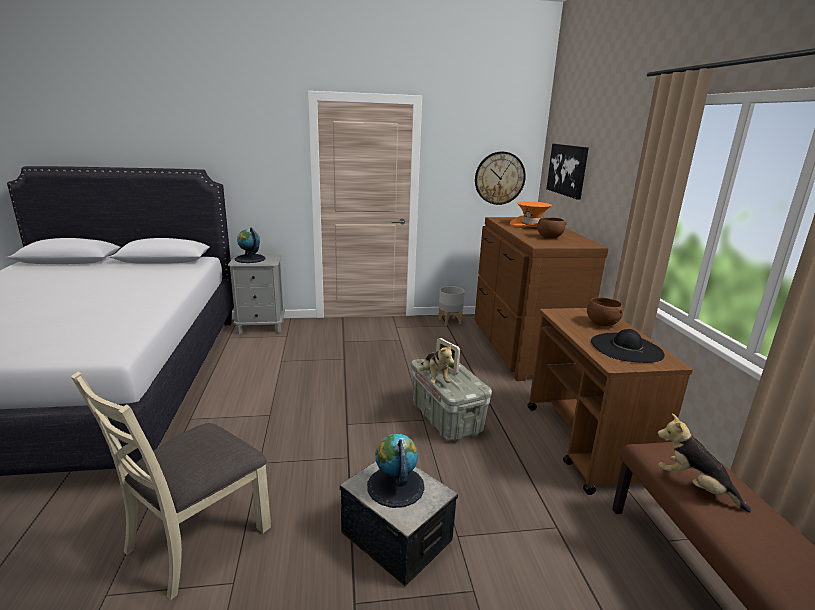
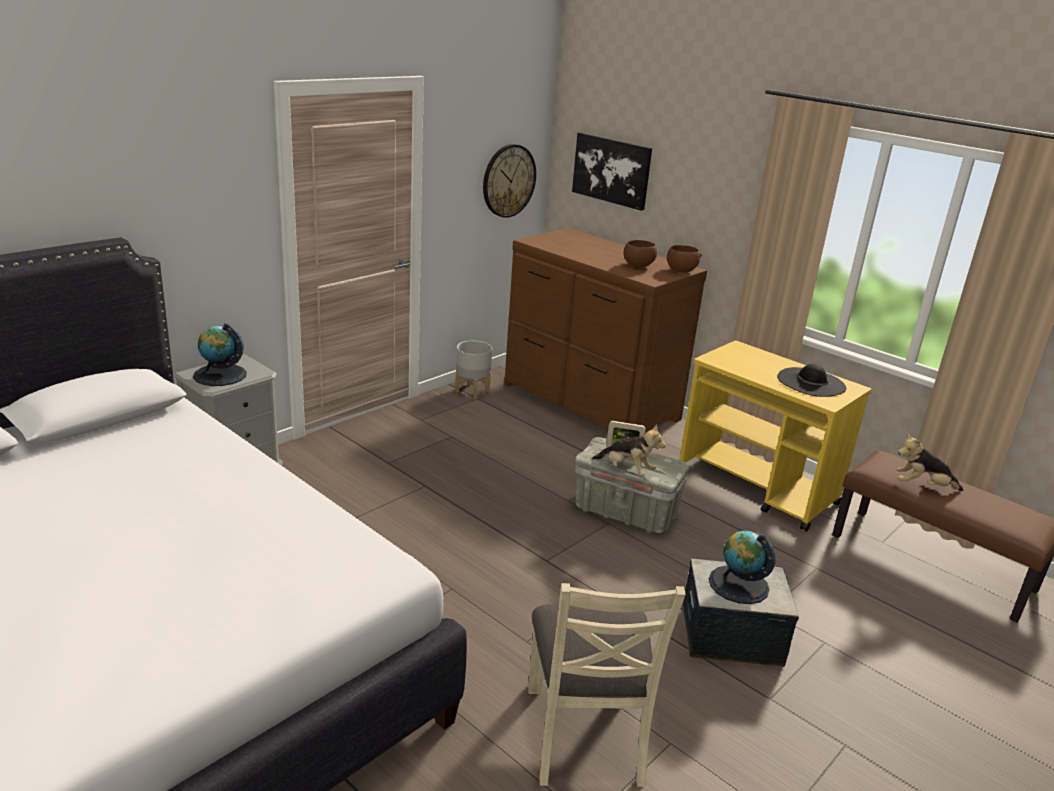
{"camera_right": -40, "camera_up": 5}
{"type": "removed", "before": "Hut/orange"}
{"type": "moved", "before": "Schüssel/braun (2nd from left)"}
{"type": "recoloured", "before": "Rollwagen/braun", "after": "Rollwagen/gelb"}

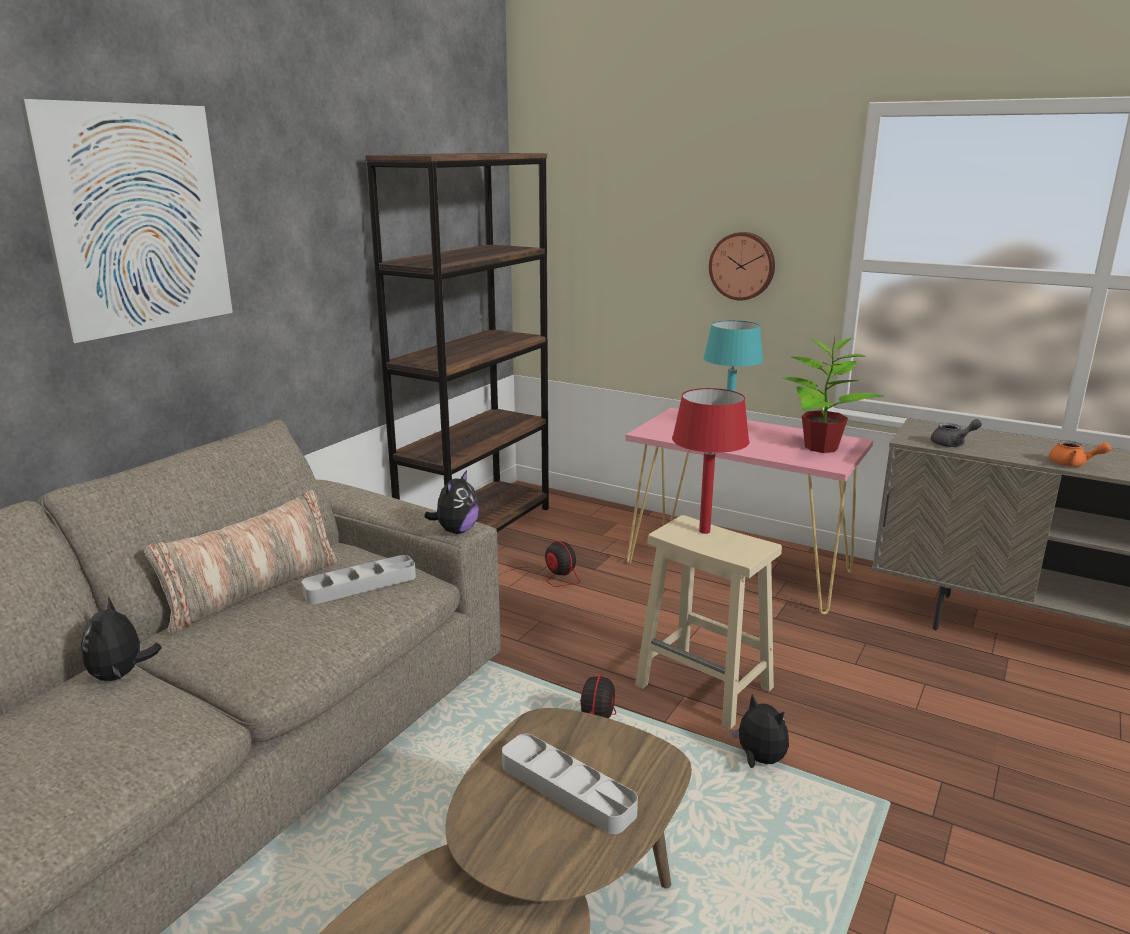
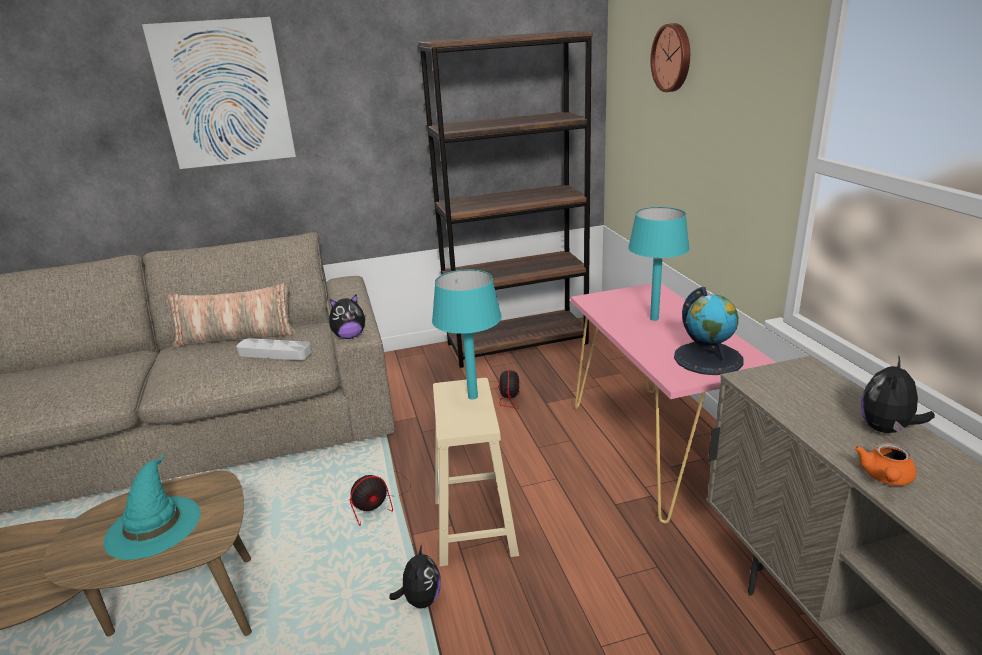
{"camera_right": 45, "camera_up": 5}
{"type": "moved", "before": "Wanduhr"}
{"type": "replaced", "before": "Topfpflanze", "after": "Globus"}
{"type": "recoloured", "before": "Tischlampe/rot", "after": "Tischlampe/türkis (1st from left)"}
{"type": "removed", "before": "Teekanne/grau"}
{"type": "turned", "before": "Teekanne/orange", "turn": 45}
{"type": "moved", "before": "Plüschtier (1st from left in the first image)", "after": "Plüschtier (3rd from left)"}
{"type": "replaced", "before": "Tablett/grau (2nd from left)", "after": "Hut/türkis"}

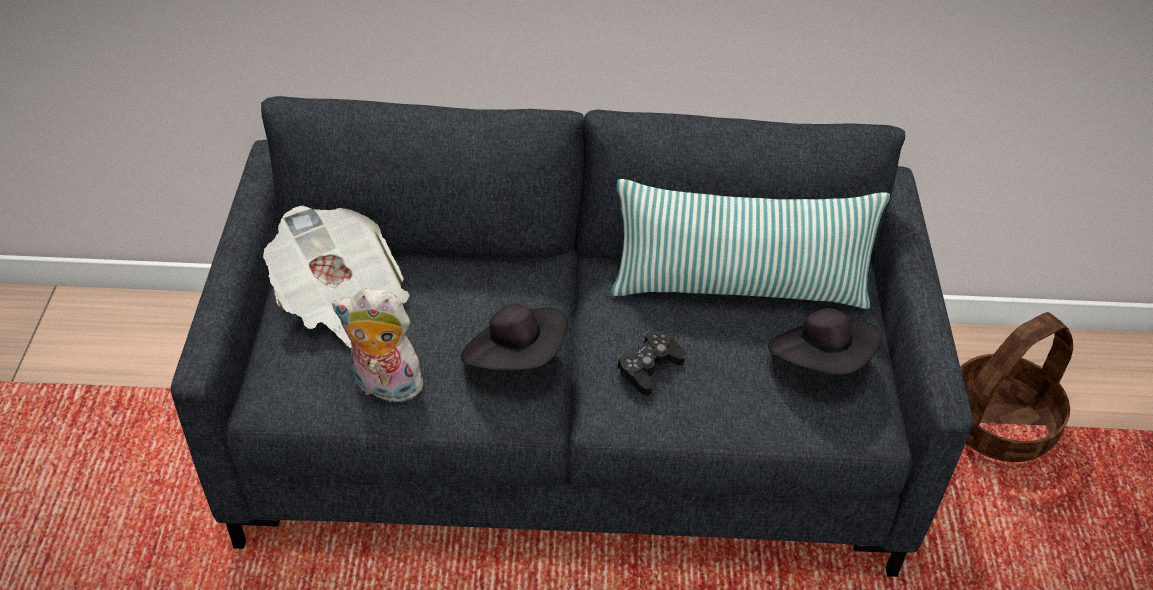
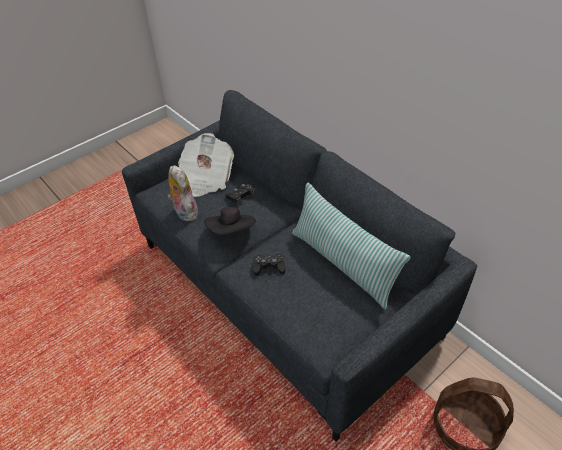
{"camera_right": 50, "camera_up": 0}
{"type": "removed", "before": "Hut/schwarz (2nd from left)"}
{"type": "added", "after": "Gamepad/schwarz (1st from left)"}

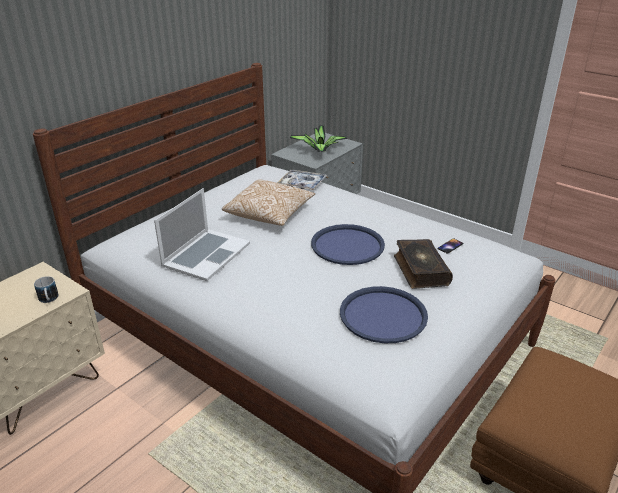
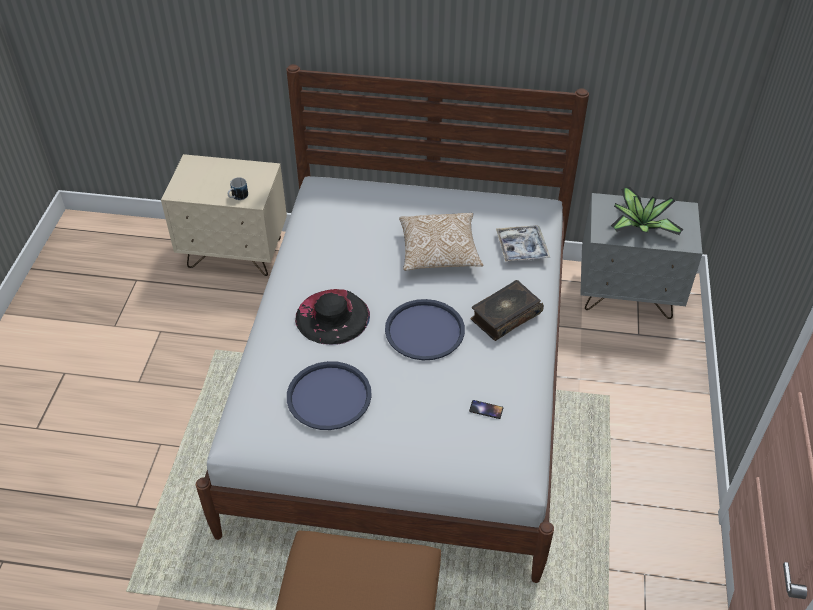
{"camera_right": 60, "camera_up": 15}
{"type": "removed", "before": "Laptop"}
{"type": "moved", "before": "Buch"}
{"type": "added", "after": "Hut/schwarz"}

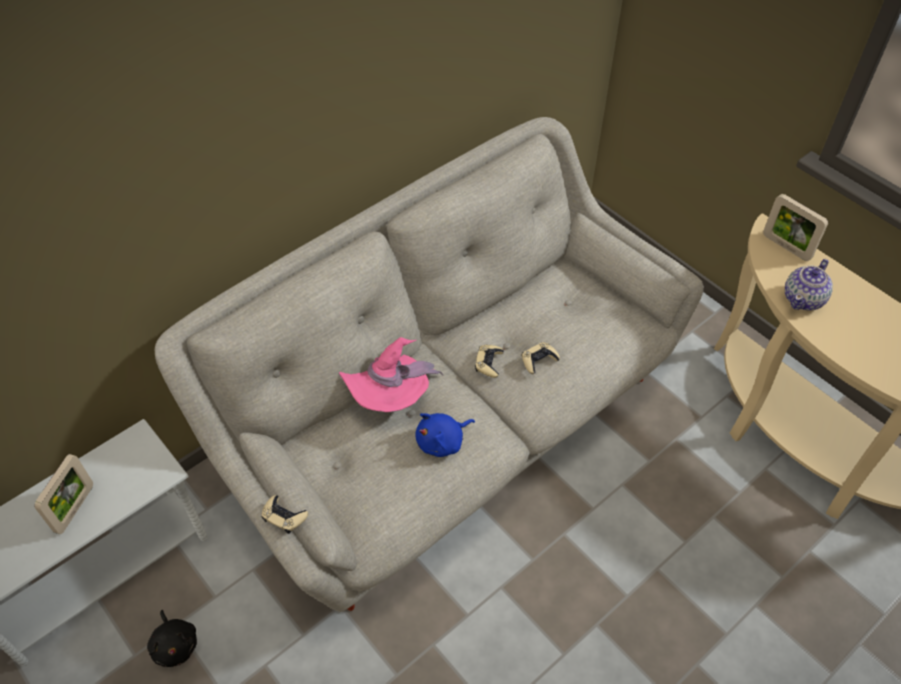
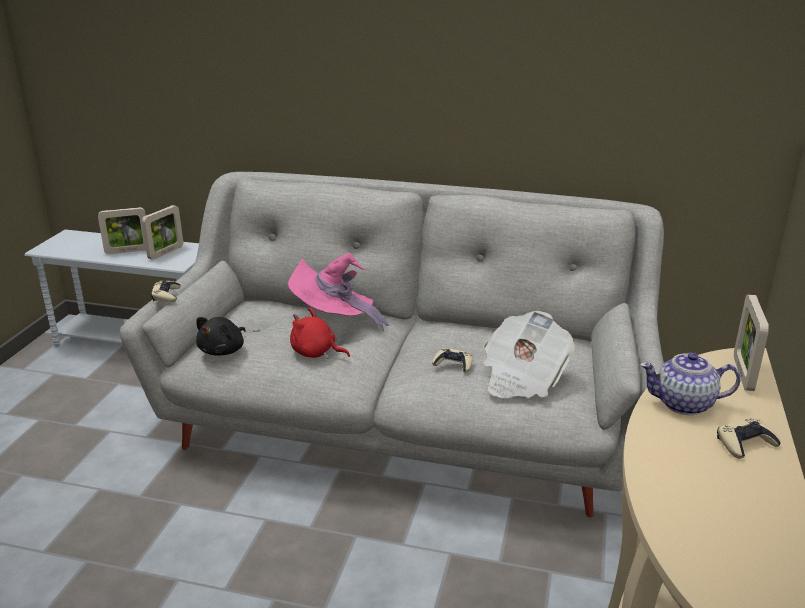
{"camera_right": 55, "camera_up": -25}
{"type": "moved", "before": "Gamepad/beige (2nd from left in the first image)", "after": "Gamepad/beige (3rd from left)"}
{"type": "recoloured", "before": "Plüschtier/blau", "after": "Plüschtier/rot"}
{"type": "moved", "before": "Plüschtier/schwarz"}
{"type": "added", "after": "Bilderrahmen (2nd from left)"}
{"type": "added", "after": "Zeitung"}

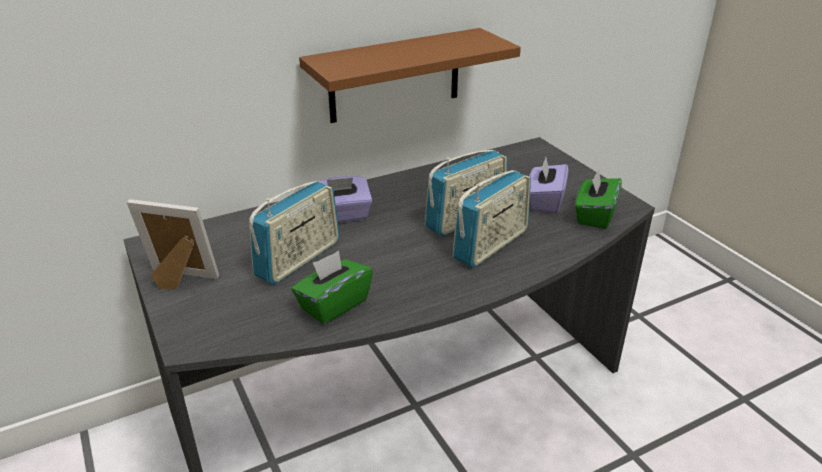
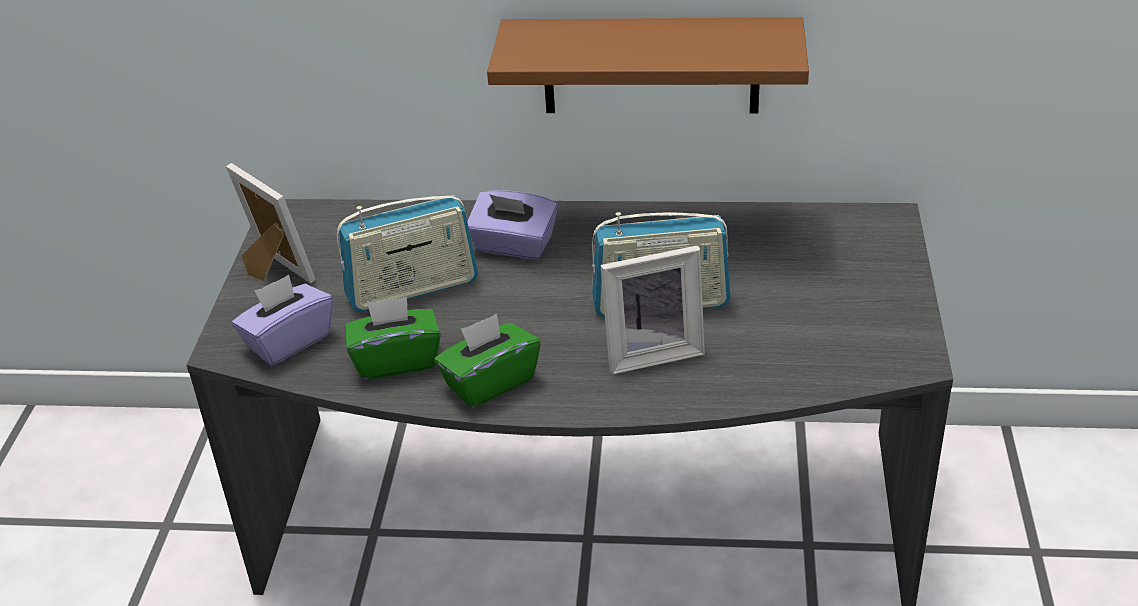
{"camera_right": 35, "camera_up": 5}
{"type": "moved", "before": "Taschentuchbox/lila (2nd from left in the first image)", "after": "Taschentuchbox/lila (1st from left)"}
{"type": "moved", "before": "Taschentuchbox/grün (2nd from left)"}
{"type": "replaced", "before": "Radio (3rd from left)", "after": "Bilderrahmen (2nd from left)"}

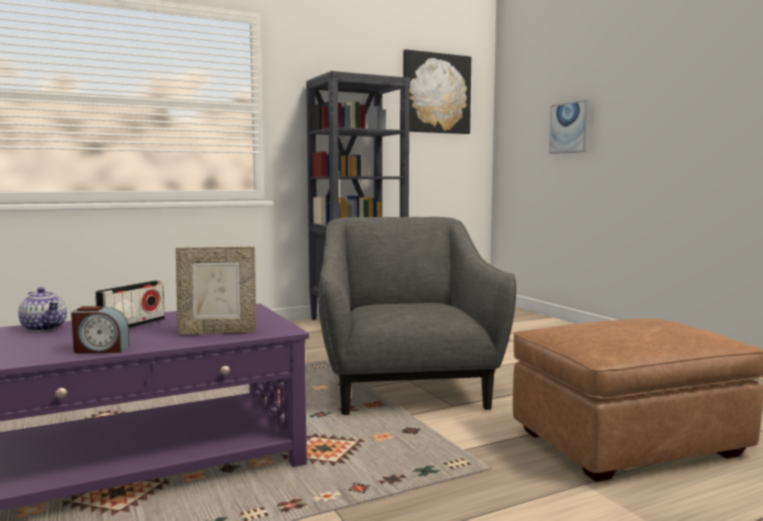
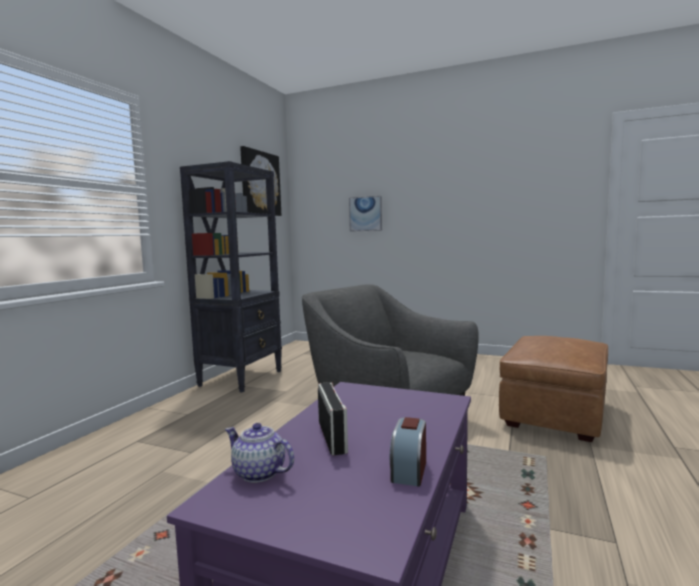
{"camera_right": -40, "camera_up": 0}
{"type": "removed", "before": "Bilderrahmen"}
{"type": "turned", "before": "Teekanne", "turn": -150}
{"type": "turned", "before": "Wecker", "turn": 150}

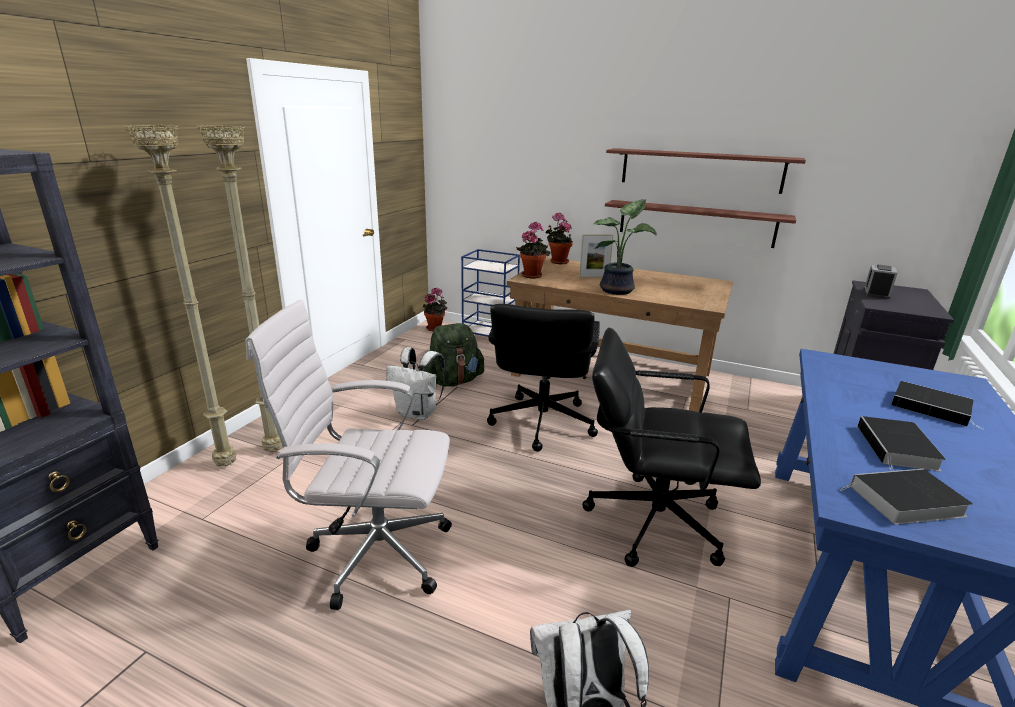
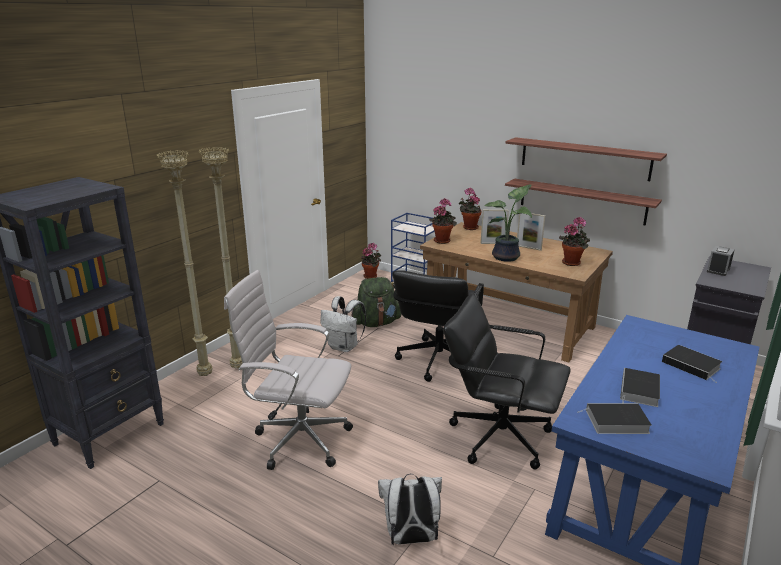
{"camera_right": 10, "camera_up": 0}
{"type": "added", "after": "Bilderrahmen (2nd from left)"}
{"type": "added", "after": "Topfpflanze (5th from left)"}

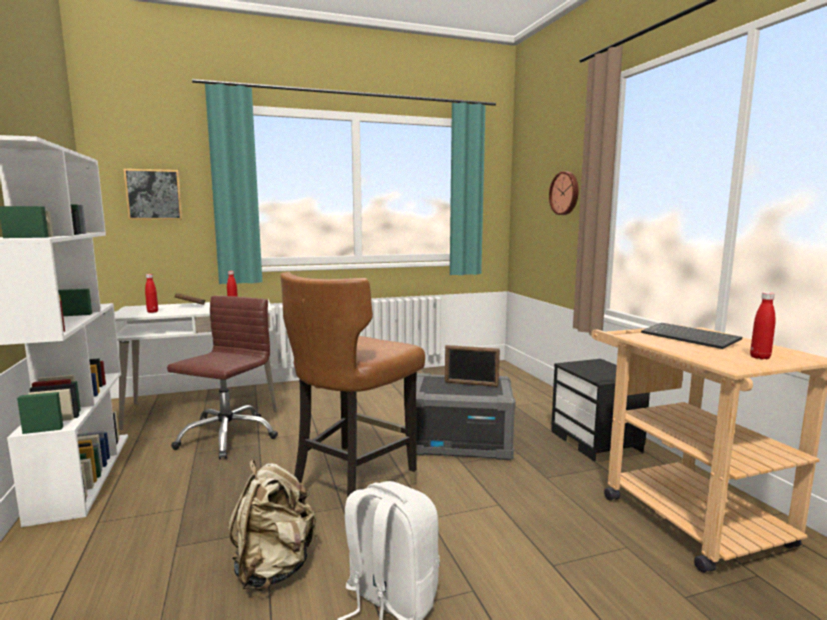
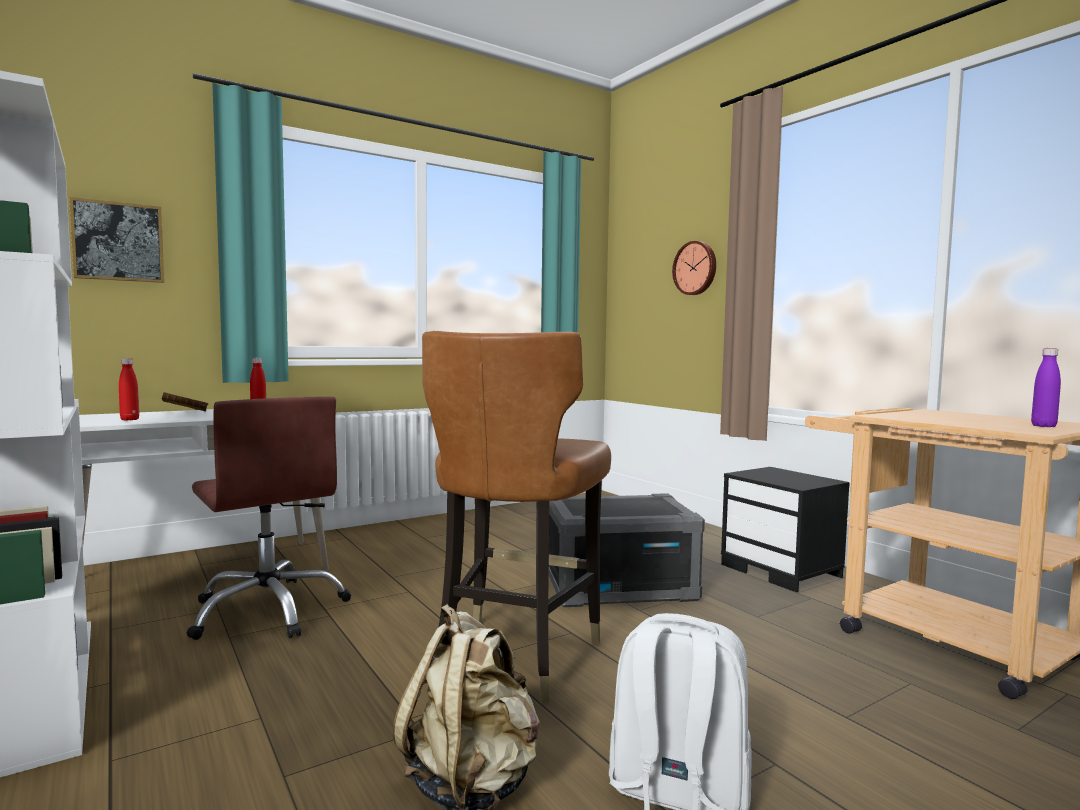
{"camera_right": -15, "camera_up": -5}
{"type": "recoloured", "before": "Flasche/rot (3rd from left)", "after": "Flasche/lila"}
{"type": "turned", "before": "Bürostuhl/braun", "turn": 135}
{"type": "removed", "before": "Tastatur"}
{"type": "removed", "before": "Bilderrahmen"}

